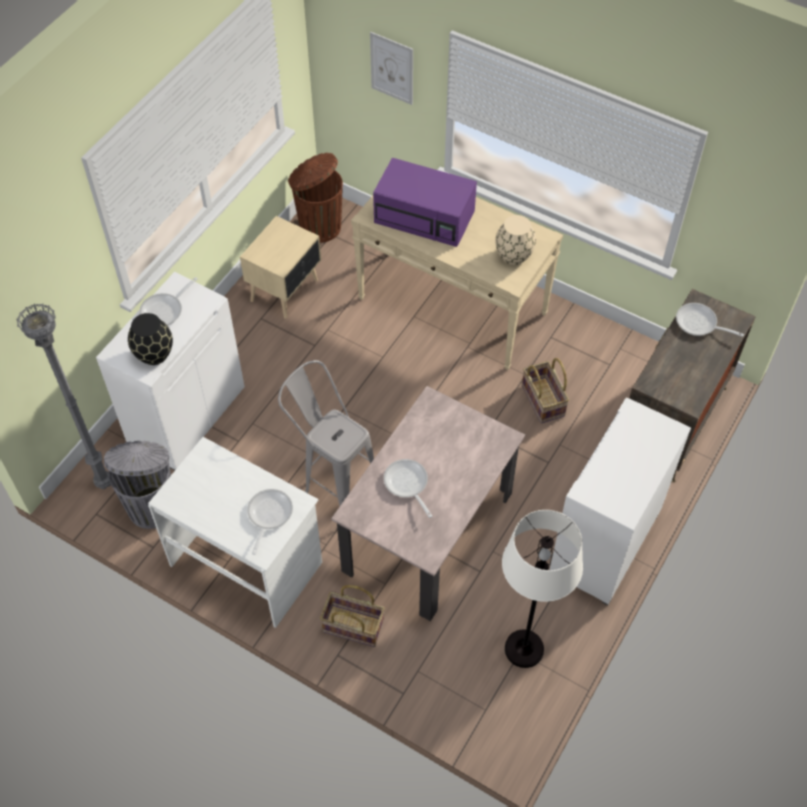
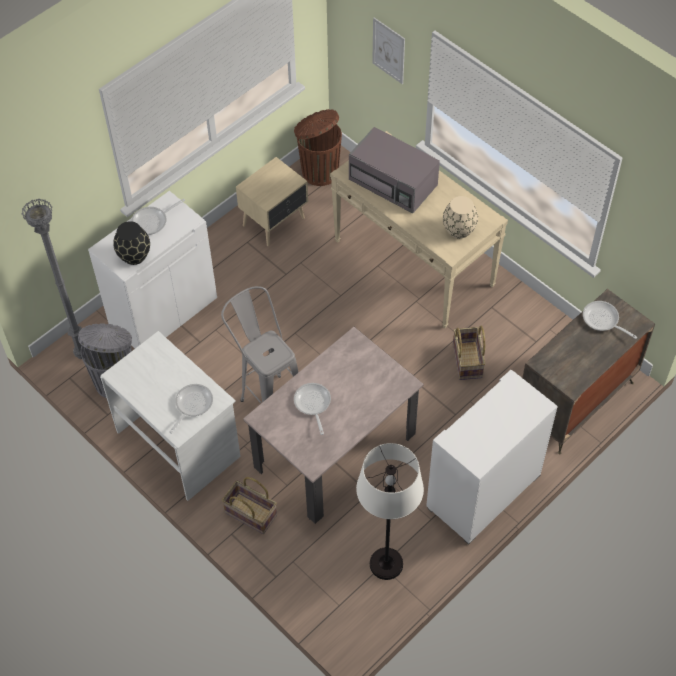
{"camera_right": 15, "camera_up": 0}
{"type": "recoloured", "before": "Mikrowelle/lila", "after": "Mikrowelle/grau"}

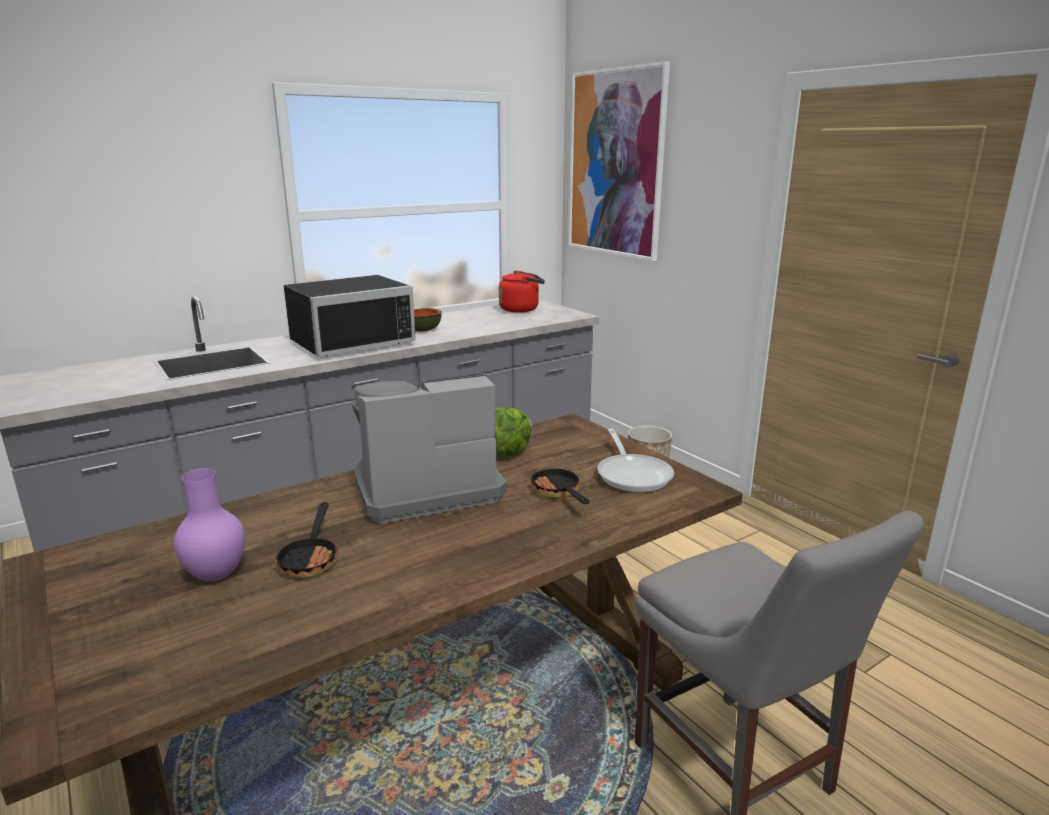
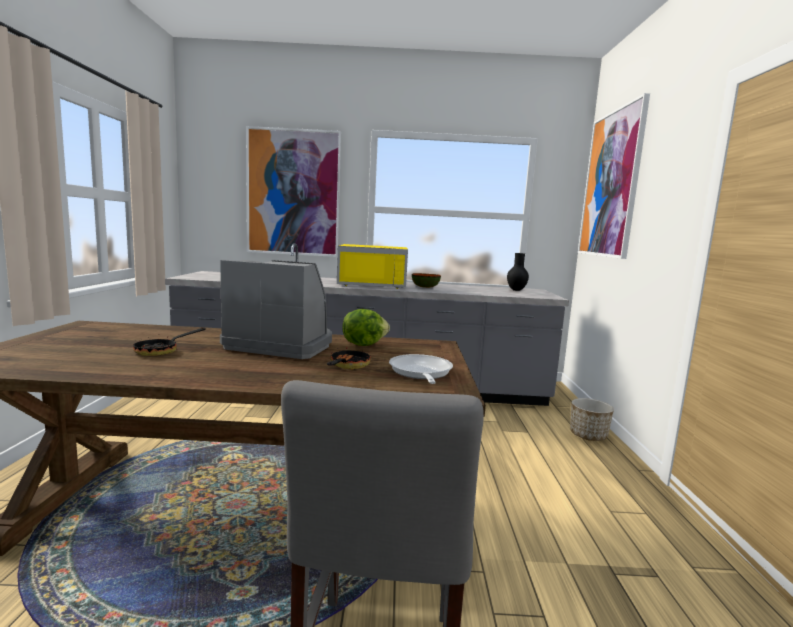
{"camera_right": 35, "camera_up": -10}
{"type": "replaced", "before": "Wasserkessel/rot", "after": "Vase/schwarz"}
{"type": "recoloured", "before": "Mikrowelle/schwarz", "after": "Mikrowelle/gelb"}
{"type": "turned", "before": "Pfanne (3rd from left)", "turn": 150}
{"type": "removed", "before": "Vase/lila"}
{"type": "added", "after": "Bild (1st from left)"}

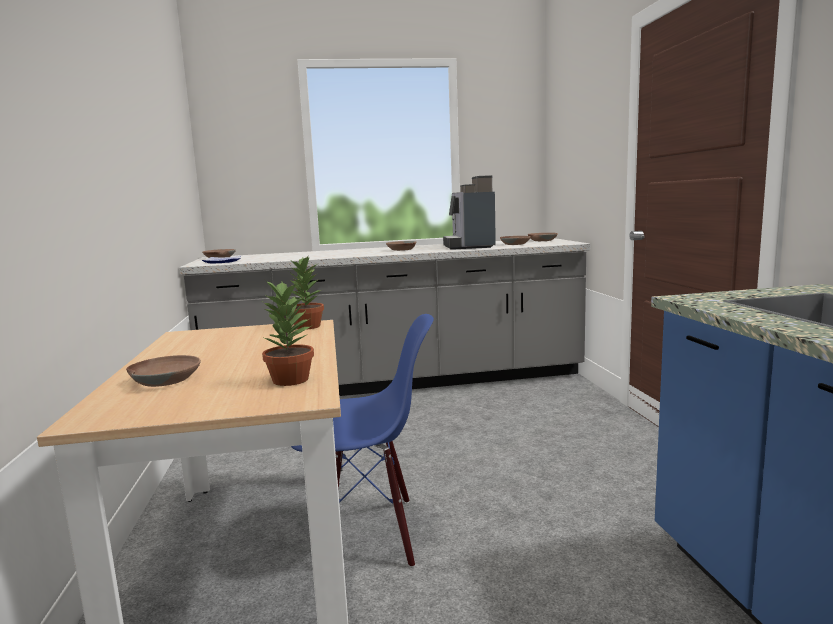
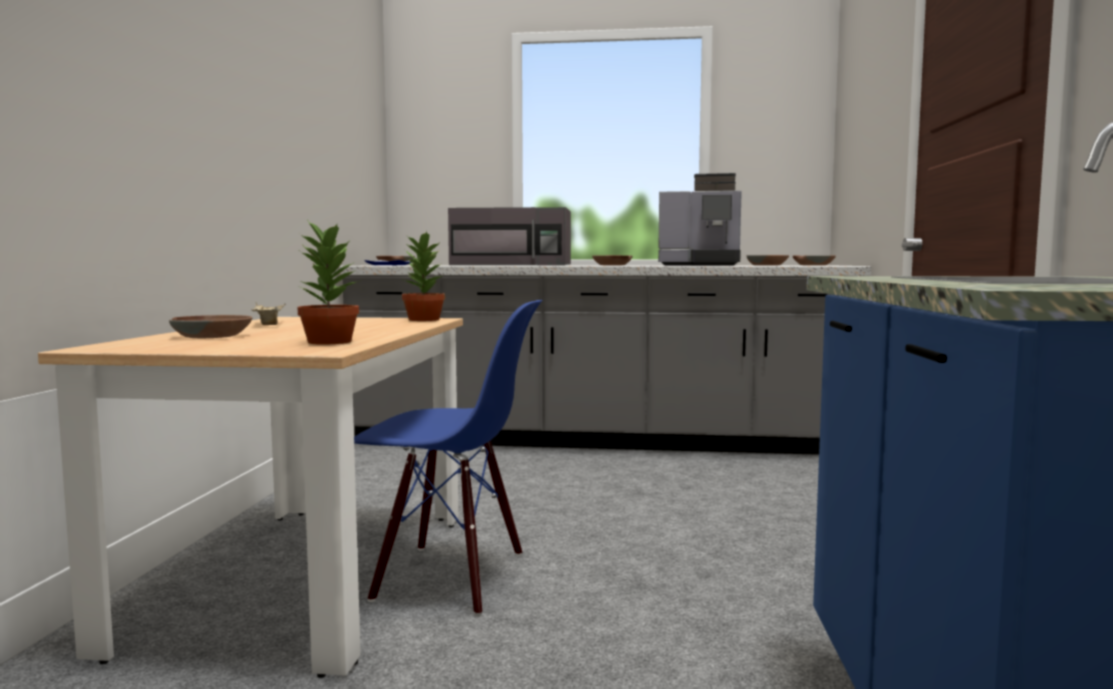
{"camera_right": 15, "camera_up": -5}
{"type": "turned", "before": "Kaffeemaschine", "turn": -90}
{"type": "added", "after": "Mikrowelle/grau"}
{"type": "added", "after": "Tablett/beige"}

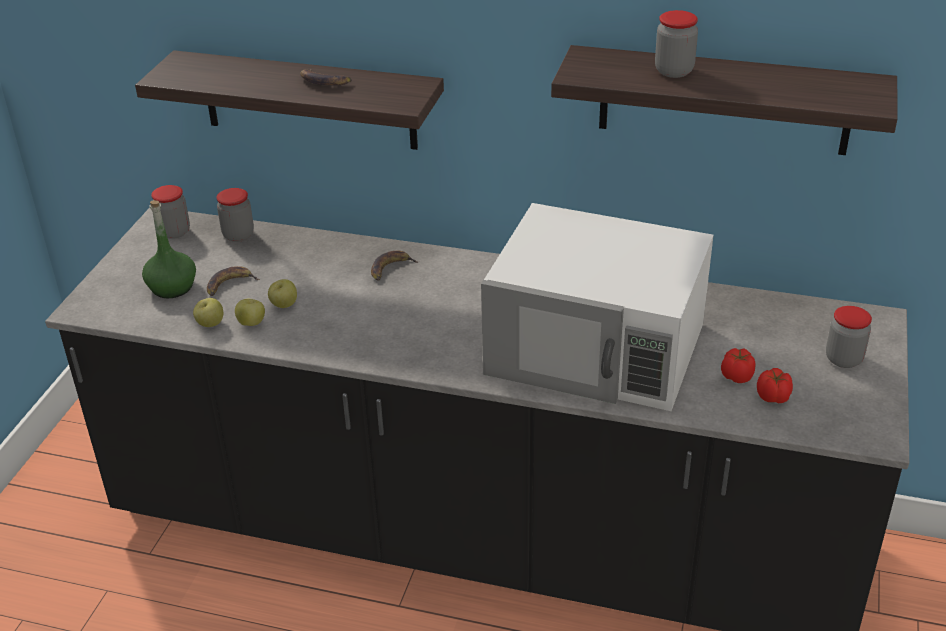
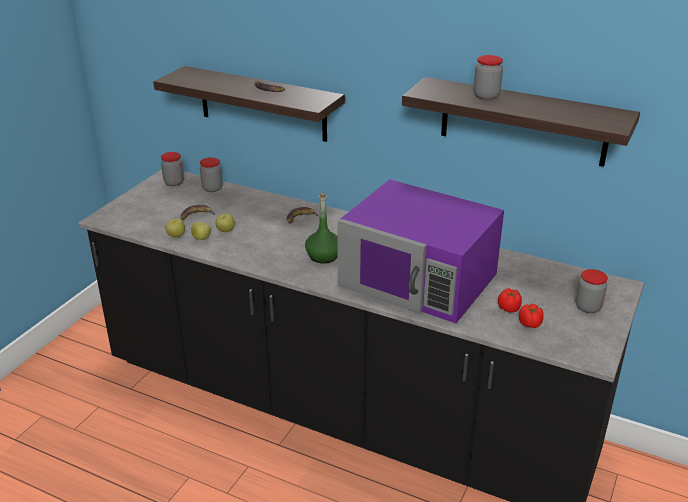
{"camera_right": 10, "camera_up": -5}
{"type": "moved", "before": "Flasche/grün"}
{"type": "recoloured", "before": "Mikrowelle/weiß", "after": "Mikrowelle/lila"}

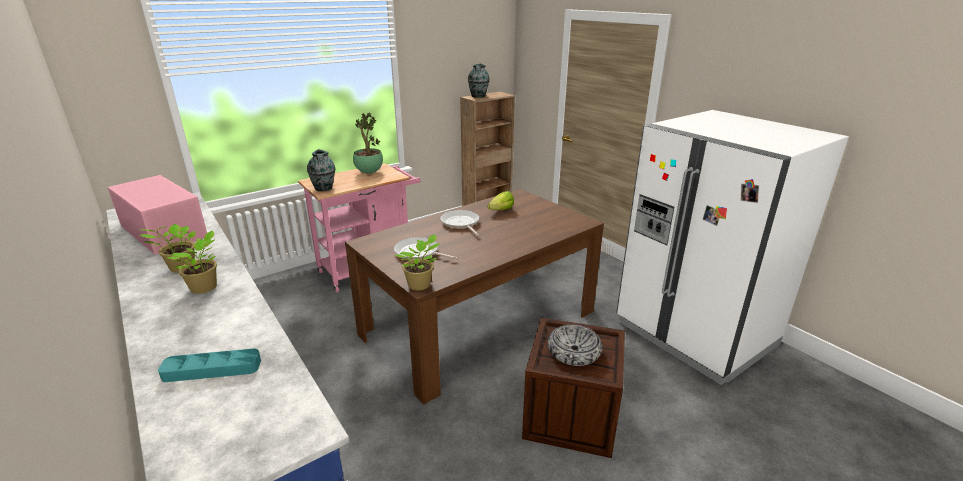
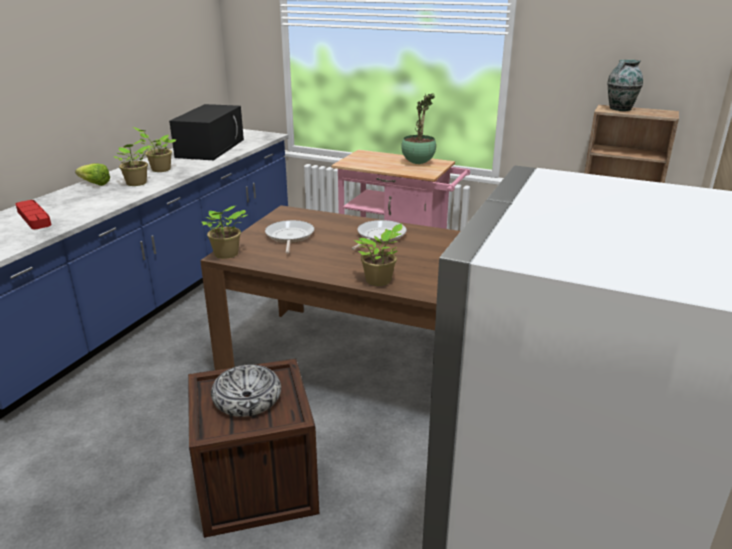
{"camera_right": 60, "camera_up": 0}
{"type": "removed", "before": "Vase (1st from left)"}
{"type": "recoloured", "before": "Mikrowelle/rosa", "after": "Mikrowelle/schwarz"}
{"type": "moved", "before": "Salatkopf"}
{"type": "recoloured", "before": "Tablett/türkis", "after": "Tablett/rot"}
{"type": "added", "after": "Topfpflanze (4th from left)"}

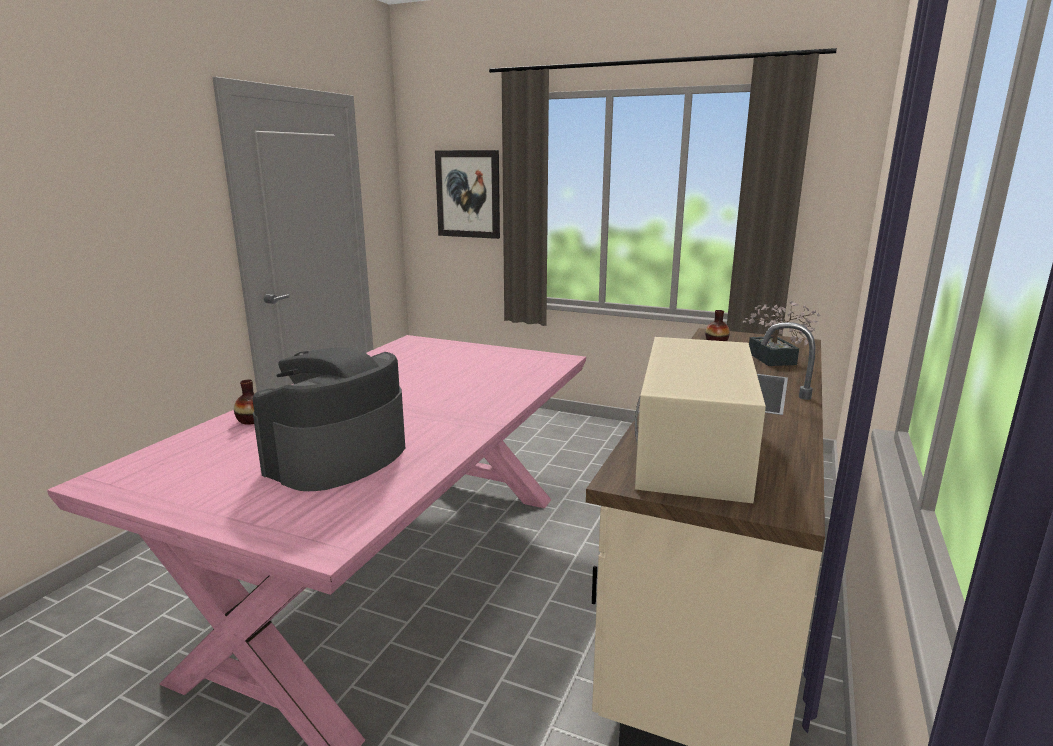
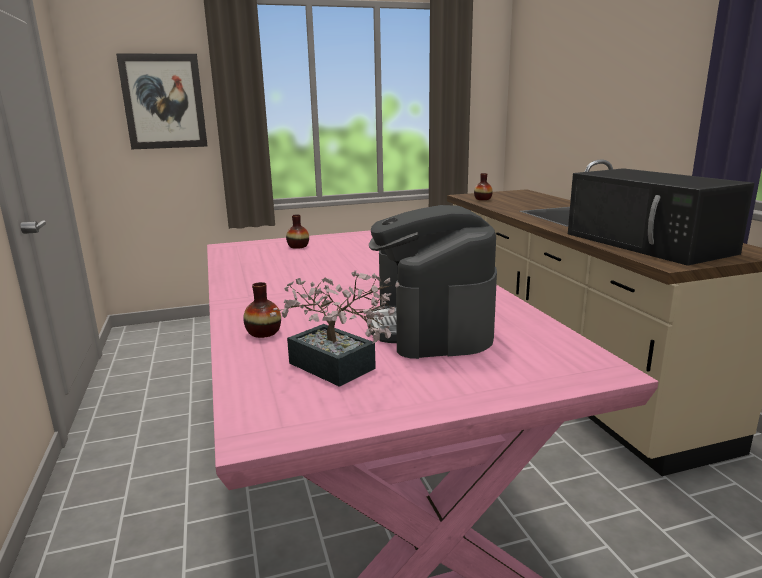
{"camera_right": -40, "camera_up": 0}
{"type": "moved", "before": "Topfpflanze"}
{"type": "recoloured", "before": "Mikrowelle/beige", "after": "Mikrowelle/schwarz"}
{"type": "added", "after": "Vase (2nd from left)"}

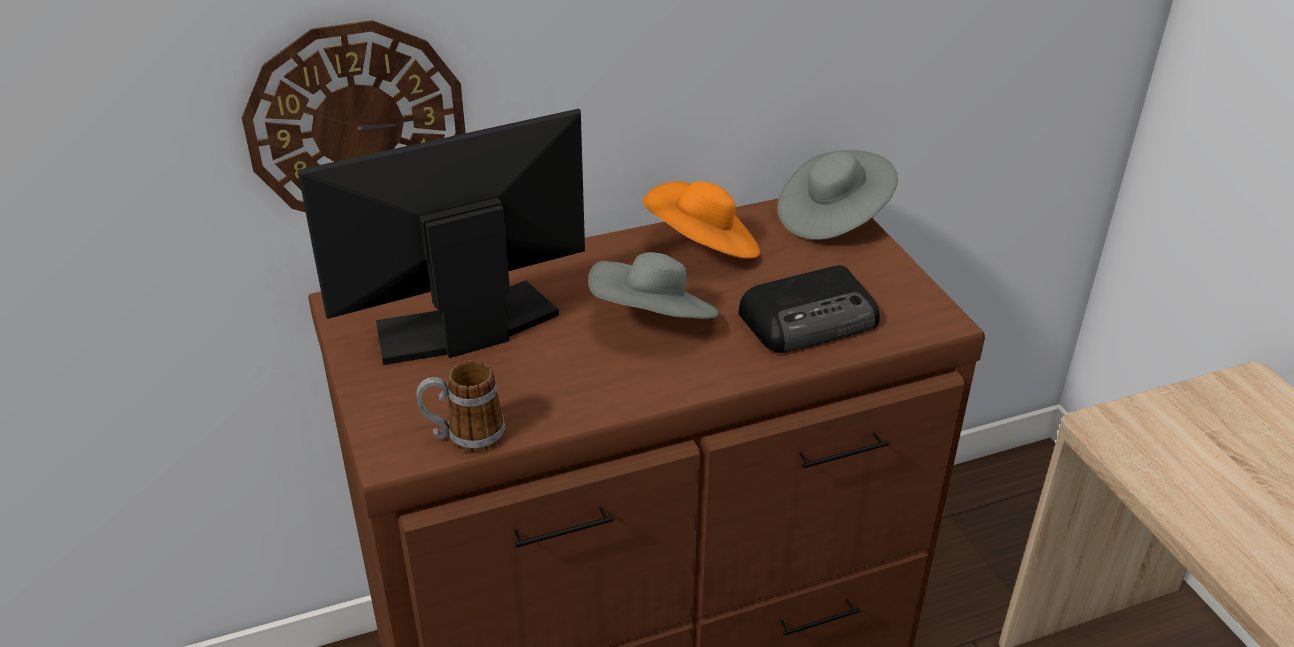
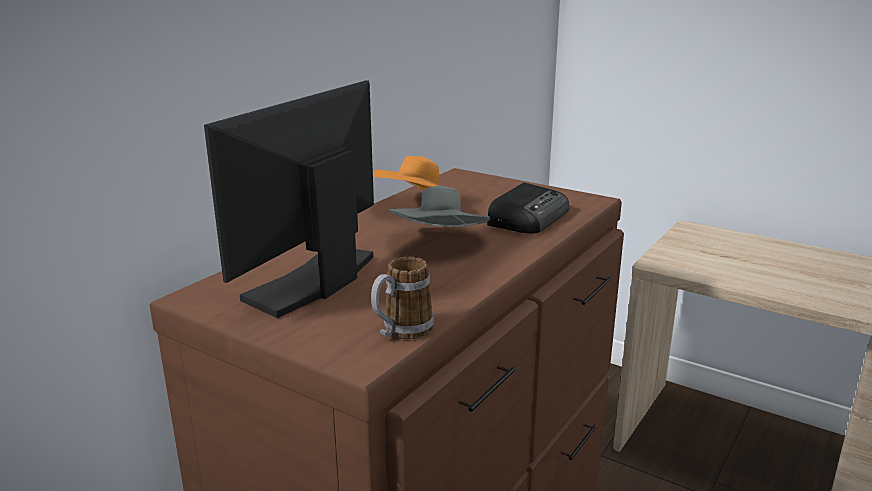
{"camera_right": -35, "camera_up": -15}
{"type": "removed", "before": "Wanduhr"}
{"type": "removed", "before": "Hut/grau (2nd from left)"}

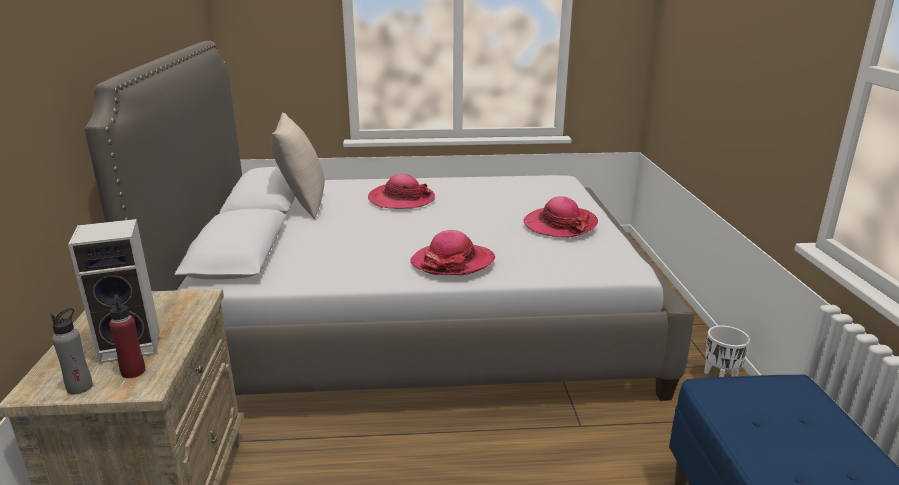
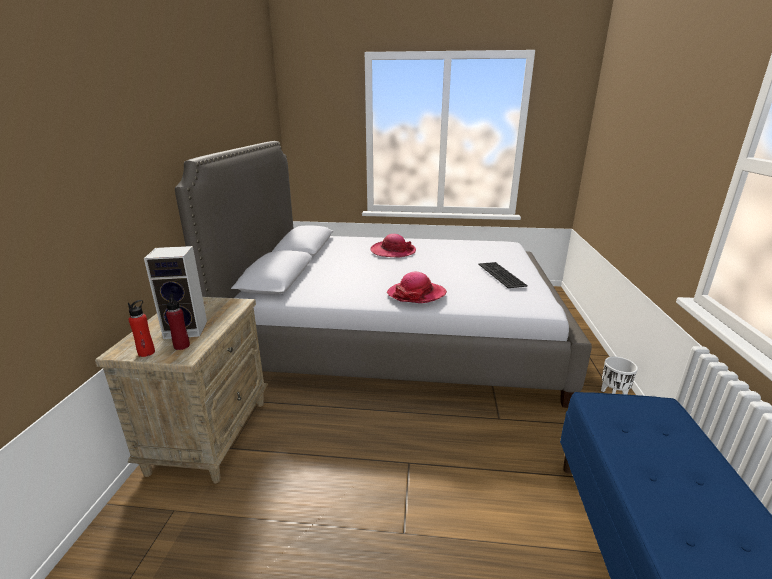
{"camera_right": 10, "camera_up": 0}
{"type": "removed", "before": "Kissen/beige"}
{"type": "replaced", "before": "Hut (3rd from left)", "after": "Tastatur"}
{"type": "recoloured", "before": "Flasche/grau", "after": "Flasche/rot (1st from left)"}

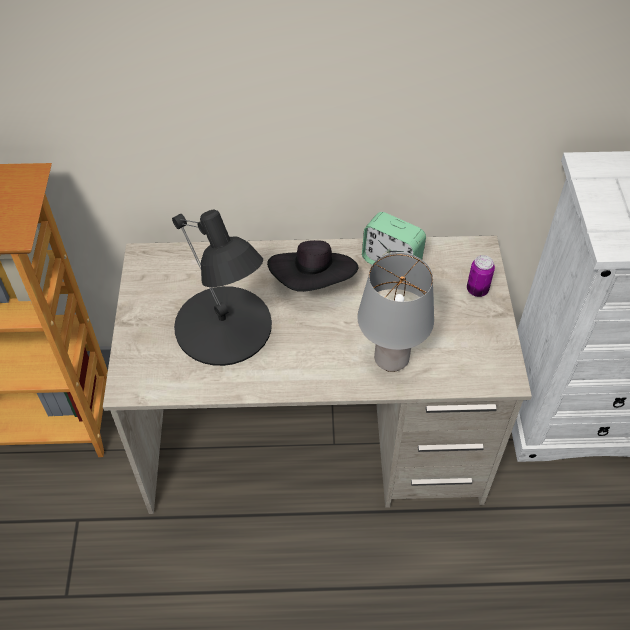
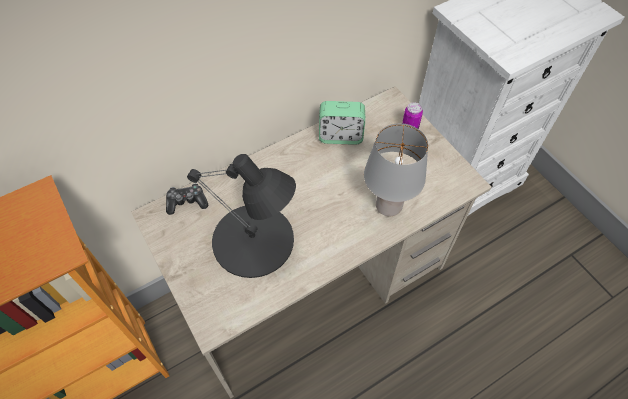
{"camera_right": -30, "camera_up": 5}
{"type": "removed", "before": "Hut/schwarz"}
{"type": "added", "after": "Gamepad"}

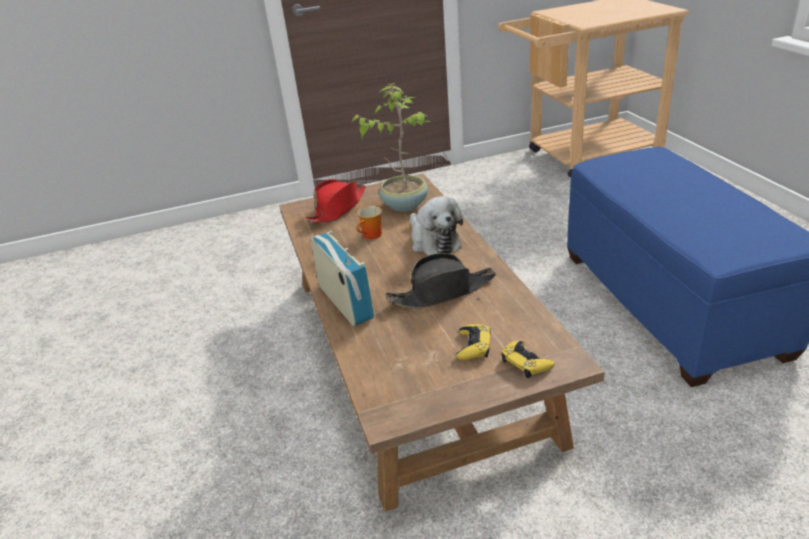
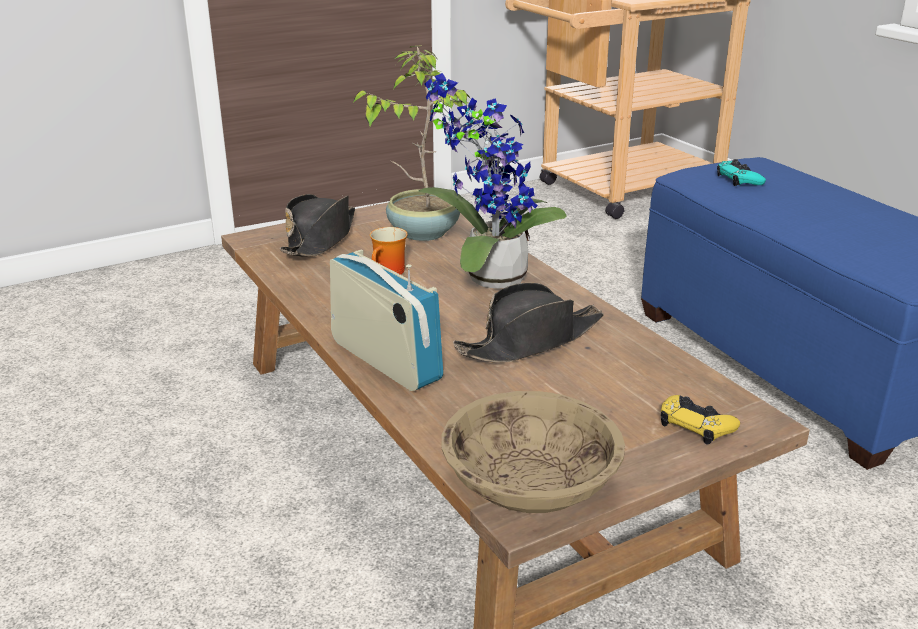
{"camera_right": -15, "camera_up": -5}
{"type": "recoloured", "before": "Hut/rot", "after": "Hut/schwarz (1st from left)"}
{"type": "replaced", "before": "Plüschtier", "after": "Topfpflanze (2nd from left)"}
{"type": "removed", "before": "Gamepad/gelb (1st from left)"}
{"type": "added", "after": "Gamepad/türkis"}
{"type": "added", "after": "Schüssel/beige"}

